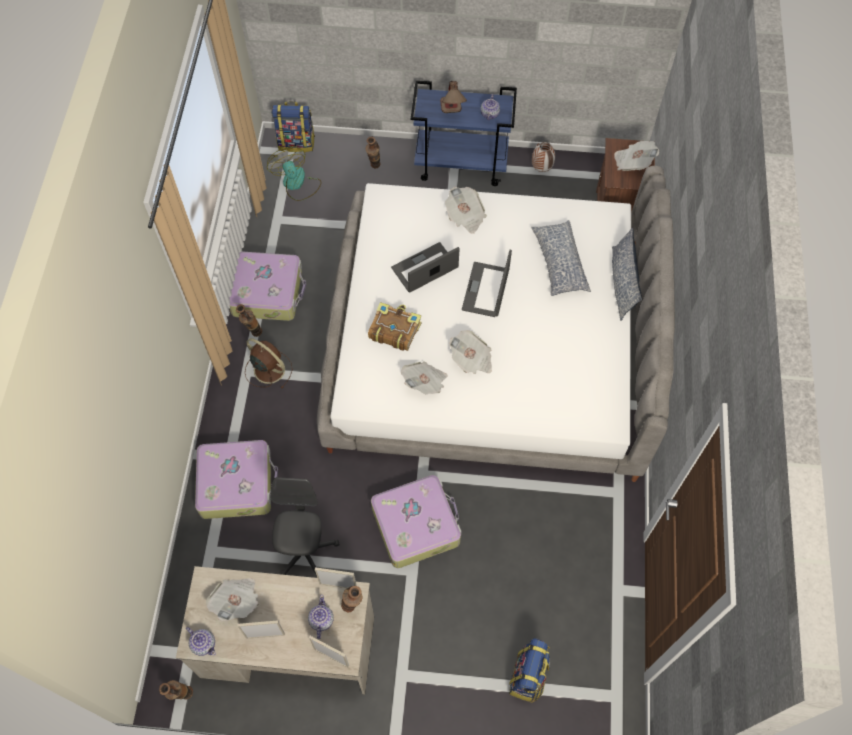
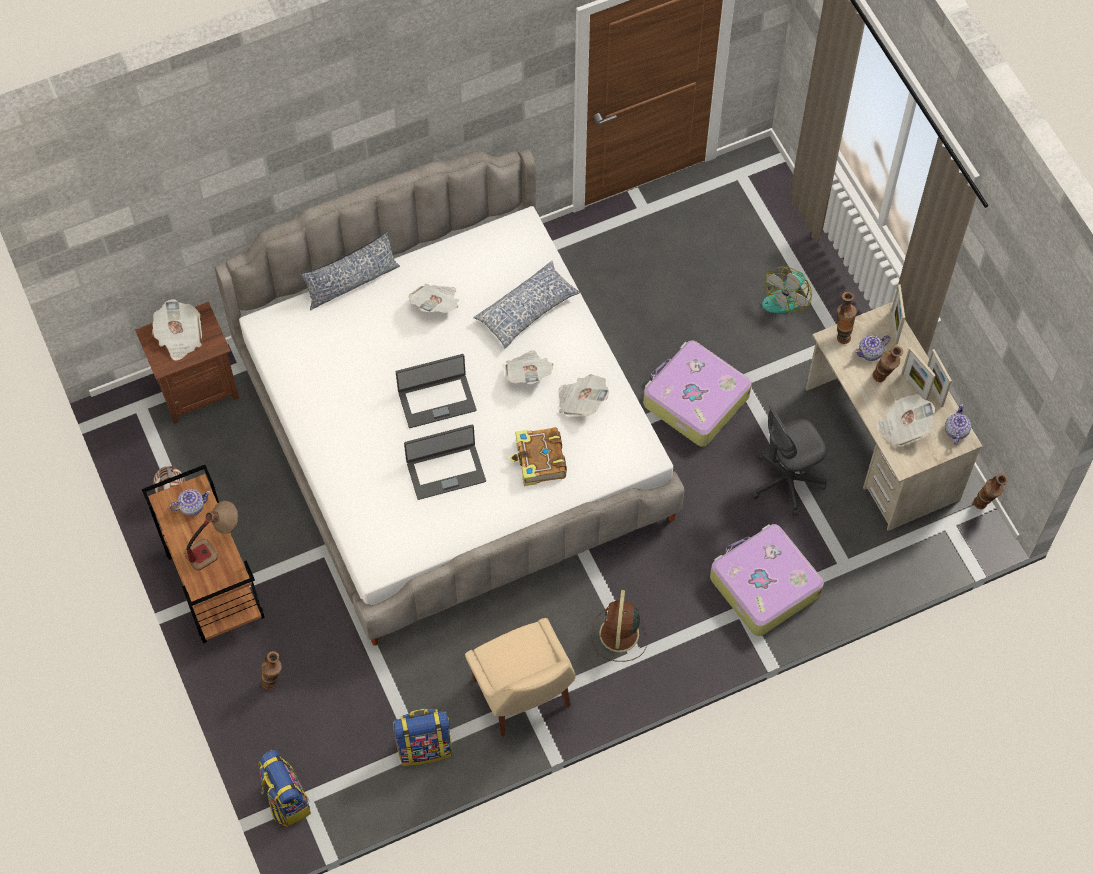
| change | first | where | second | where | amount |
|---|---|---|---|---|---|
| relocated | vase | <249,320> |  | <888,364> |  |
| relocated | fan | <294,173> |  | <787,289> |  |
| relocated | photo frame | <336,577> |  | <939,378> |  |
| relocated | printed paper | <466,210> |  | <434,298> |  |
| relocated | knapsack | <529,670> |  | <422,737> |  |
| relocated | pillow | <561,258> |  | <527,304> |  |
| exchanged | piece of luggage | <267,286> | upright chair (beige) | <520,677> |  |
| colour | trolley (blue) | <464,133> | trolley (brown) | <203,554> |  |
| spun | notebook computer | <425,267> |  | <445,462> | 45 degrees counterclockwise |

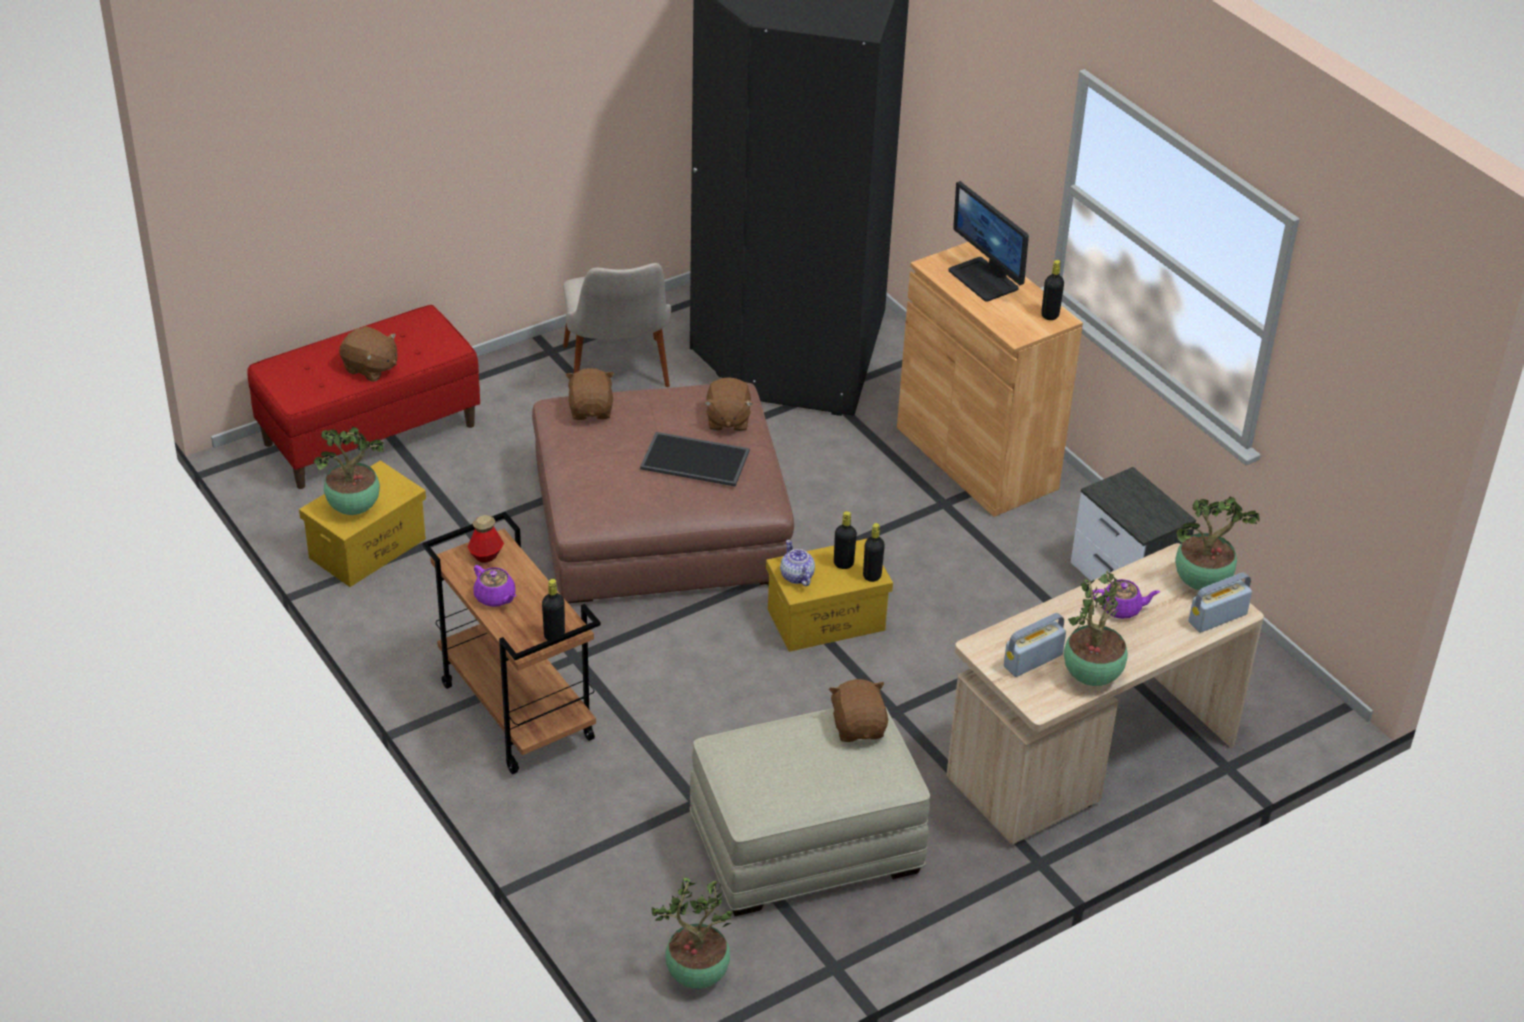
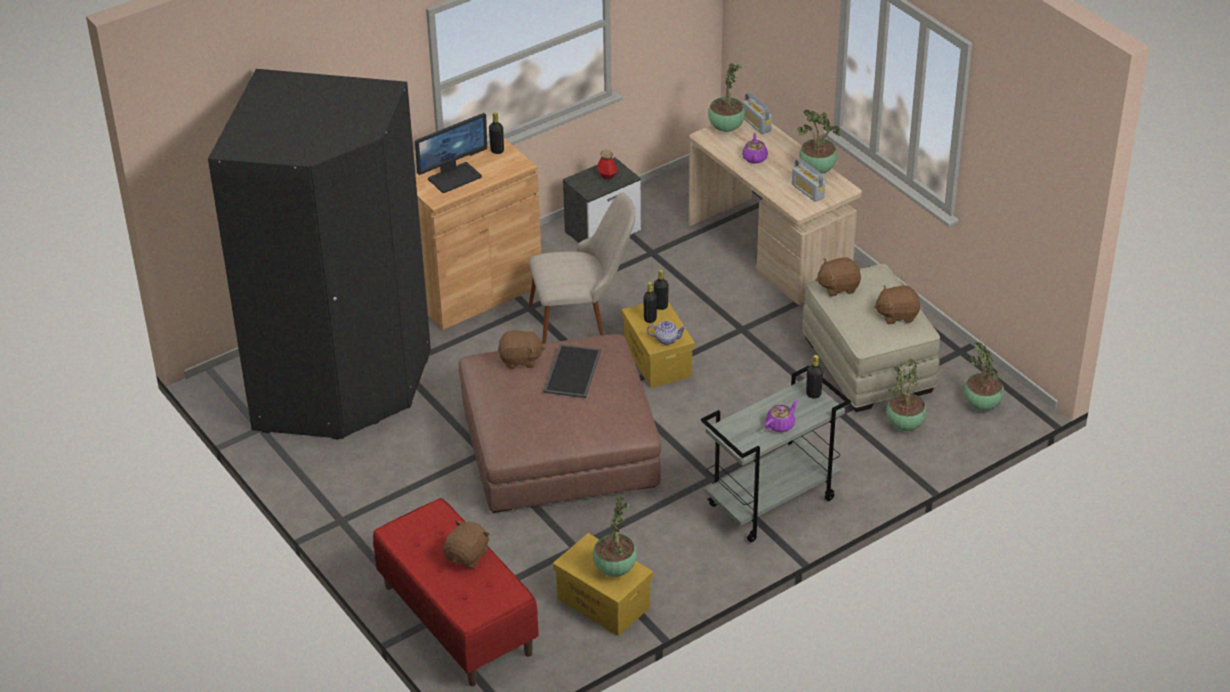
| change | first | where | second | where | amount |
|---|---|---|---|---|---|
| appeared |  |  | houseplant | <906,394> |  |
| relocated | drink bottle | <486,539> |  | <607,165> |  |
| relocated | upright chair (beige) | <617,325> |  | <582,268> |  |
| relocated | plush toy (brown) | <589,394> |  | <897,304> |  |
| colour | trolley (brown) | <511,643> | trolley (grey) | <776,454> |  |
| spun | teapot | <797,563> |  | <666,333> | 150 degrees counterclockwise |

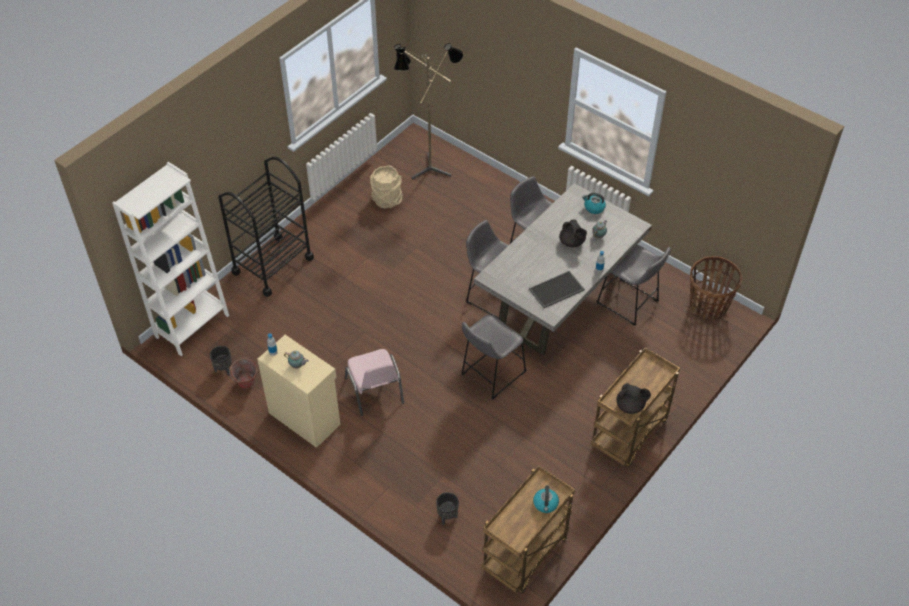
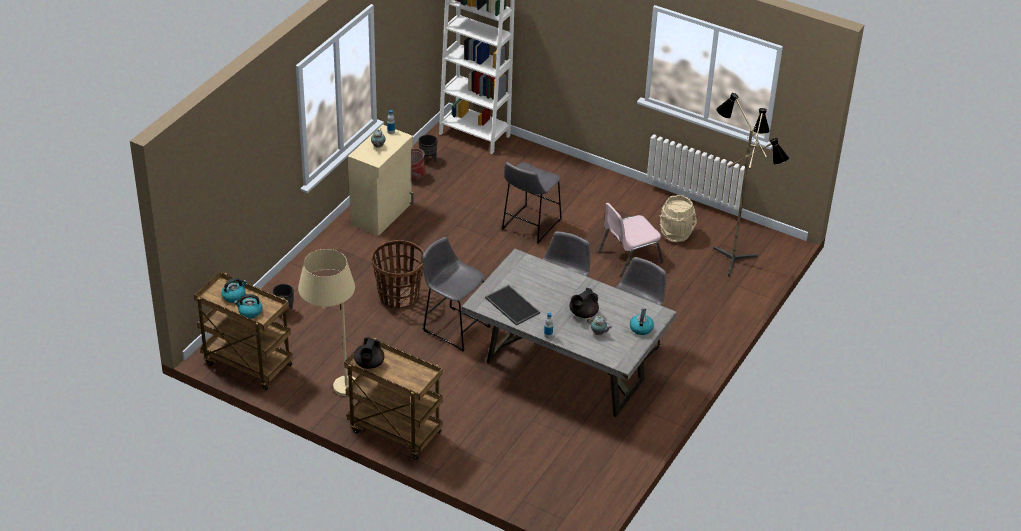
| change | first | where | second | where | amount |
|---|---|---|---|---|---|
| missing | trolley (black) | <266,227> |  |  |  |
| appeared |  |  | water kettle | <234,290> |  |
| appeared |  |  | standing lamp (beige) | <327,322> |  |
| relocated | upright chair (pinkish) | <374,382> |  | <631,239> |  |
| relocated | stool seat (grey) | <634,285> |  | <532,203> |  |
| relocated | household basket | <716,288> |  | <397,274> |  |

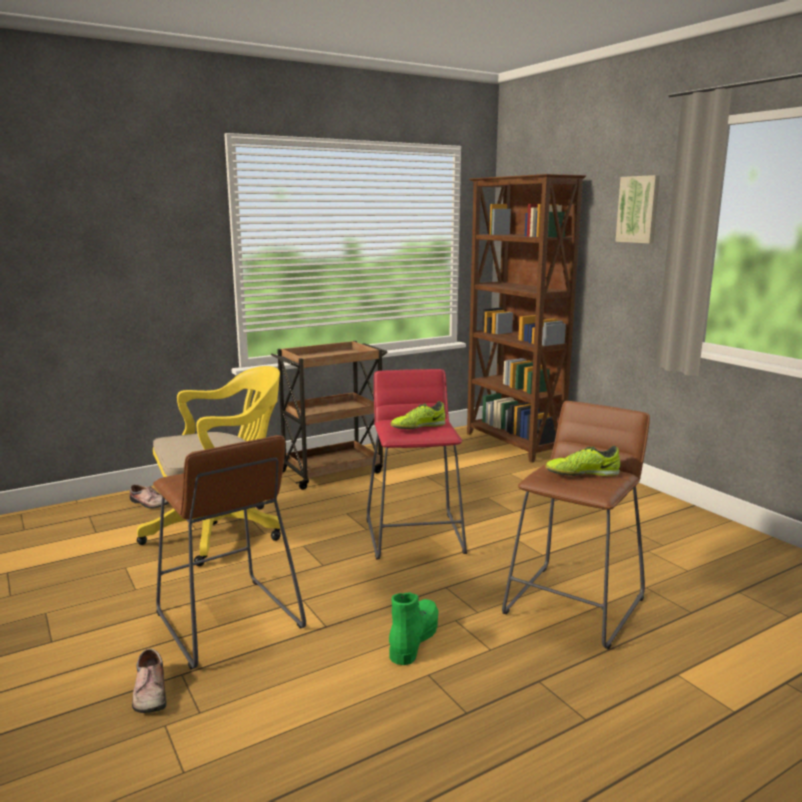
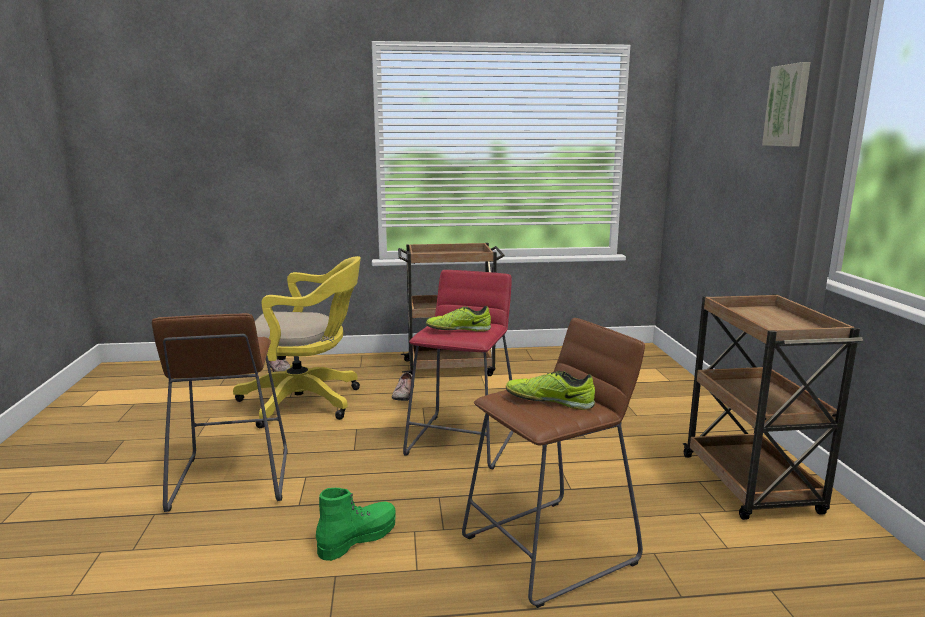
| change | first | where | second | where | amount |
|---|---|---|---|---|---|
| missing | shelving unit (brown) | <526,318> |  |  |  |
| appeared |  |  | trolley (brown) | <773,407> |  |
| relocated | shoe | <149,681> |  | <403,386> |  |

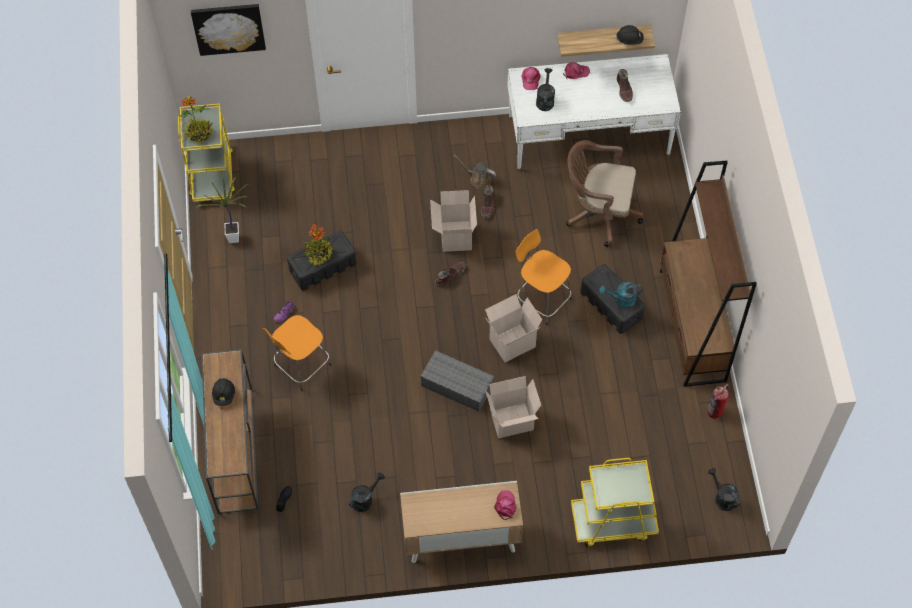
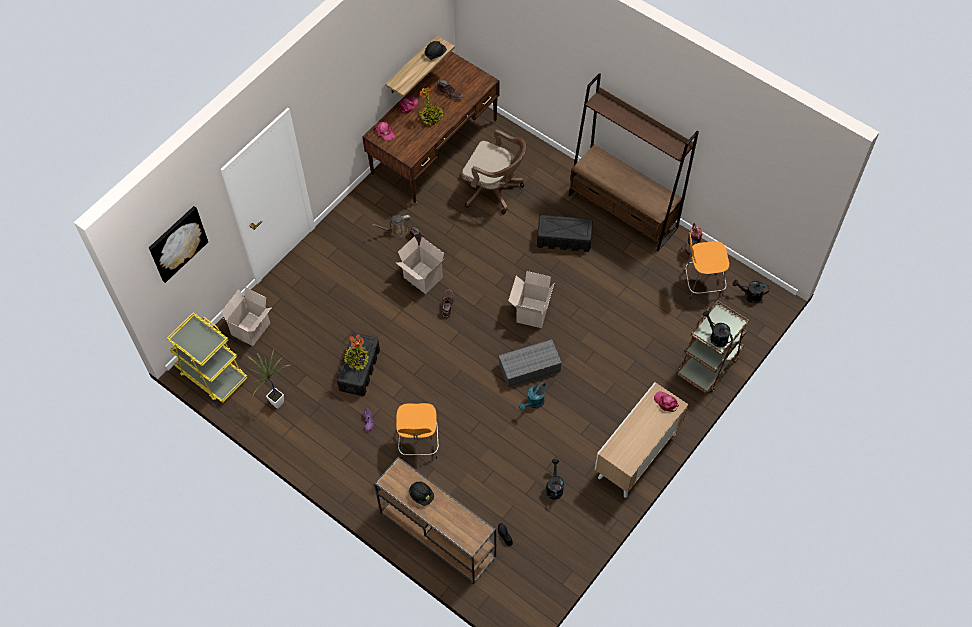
| change | first | where | second | where | amount |
|---|---|---|---|---|---|
| relocated | houseplant | <196,120> |  | <431,106> |  |
| relocated | carton | <513,407> |  | <245,316> |  |
| relocated | stool seat (orange) | <543,277> |  | <706,265> |  |
| relocated | watering pot (black) | <545,89> |  | <718,329> |  |
| relocated | watering pot (turquoise) | <621,295> |  | <532,396> |  |
| colour | desk unit (whitish) | <594,112> | desk unit (brown) | <431,128> |  |
| colour | trolley (yellowish) | <615,502> | trolley (brown) | <712,347> |  |
| spun | computer chair (brown) | <604,193> |  | <493,171> | 120 degrees counterclockwise |

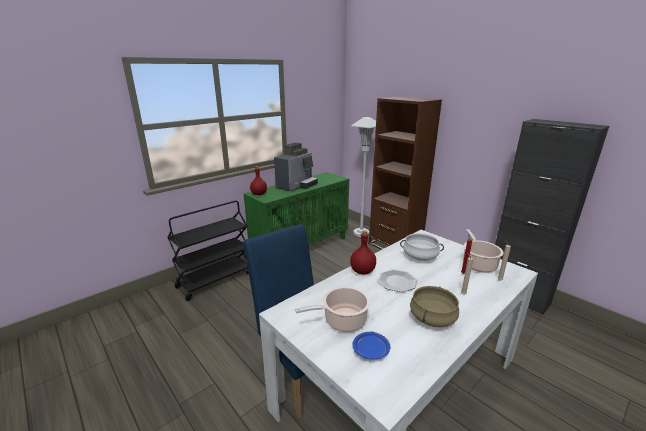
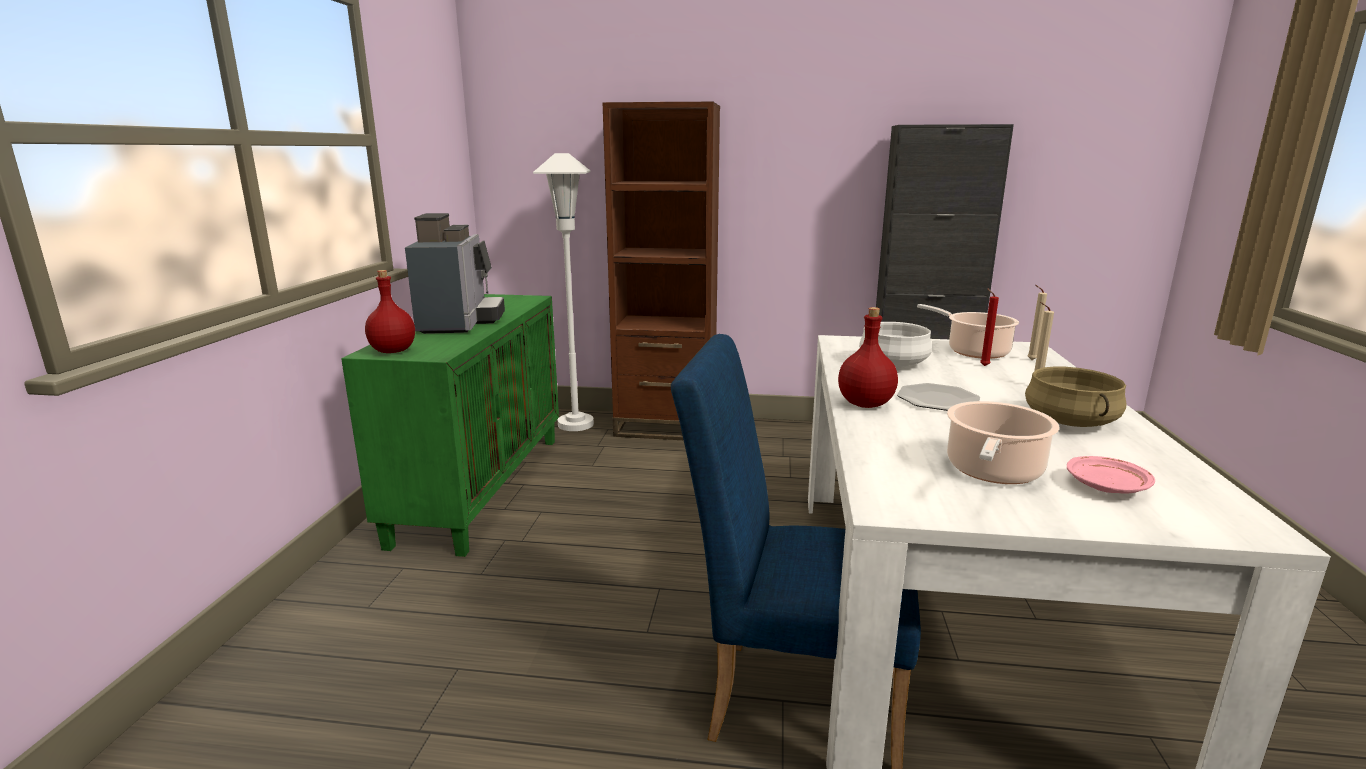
| change | first | where | second | where | amount |
|---|---|---|---|---|---|
| missing | trolley (black) | <208,250> |  |  |  |
| colour | dinner plate (blue) | <371,345> | dinner plate (pinkish) | <1111,475> |  |

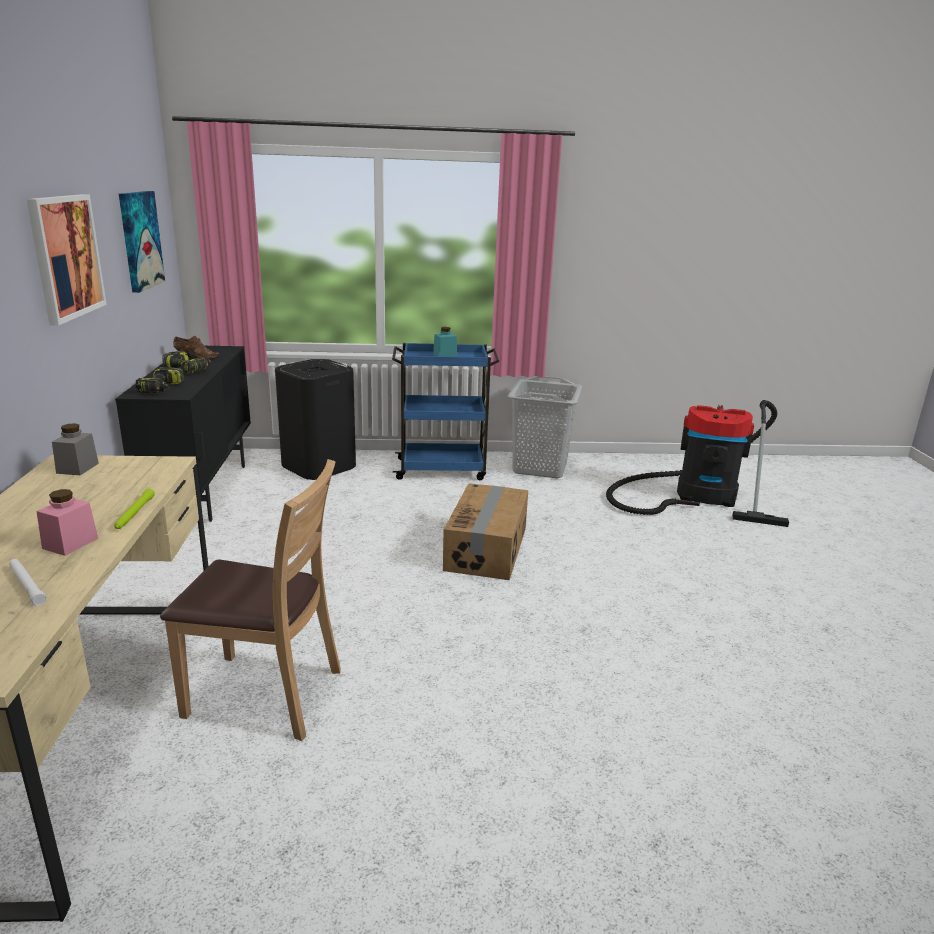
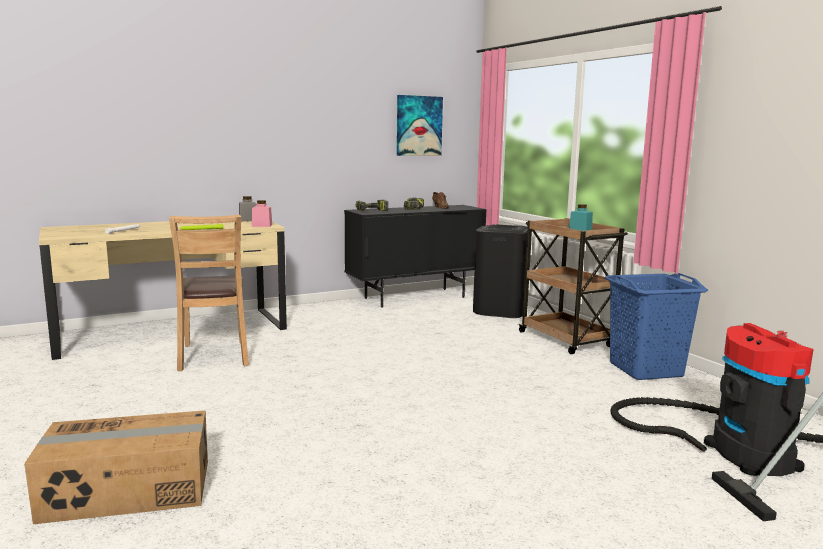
| change | first | where | second | where | amount |
|---|---|---|---|---|---|
| missing | wall picture | <66,259> |  |  |  |
| relocated | jar (pinkish) | <67,522> |  | <262,213> |  |
| relocated | carton | <485,531> |  | <116,467> |  |
| colour | trolley (blue) | <445,411> | trolley (brown) | <573,286> |  |
| colour | hamper (grey) | <545,427> | hamper (blue) | <657,326> |  |

